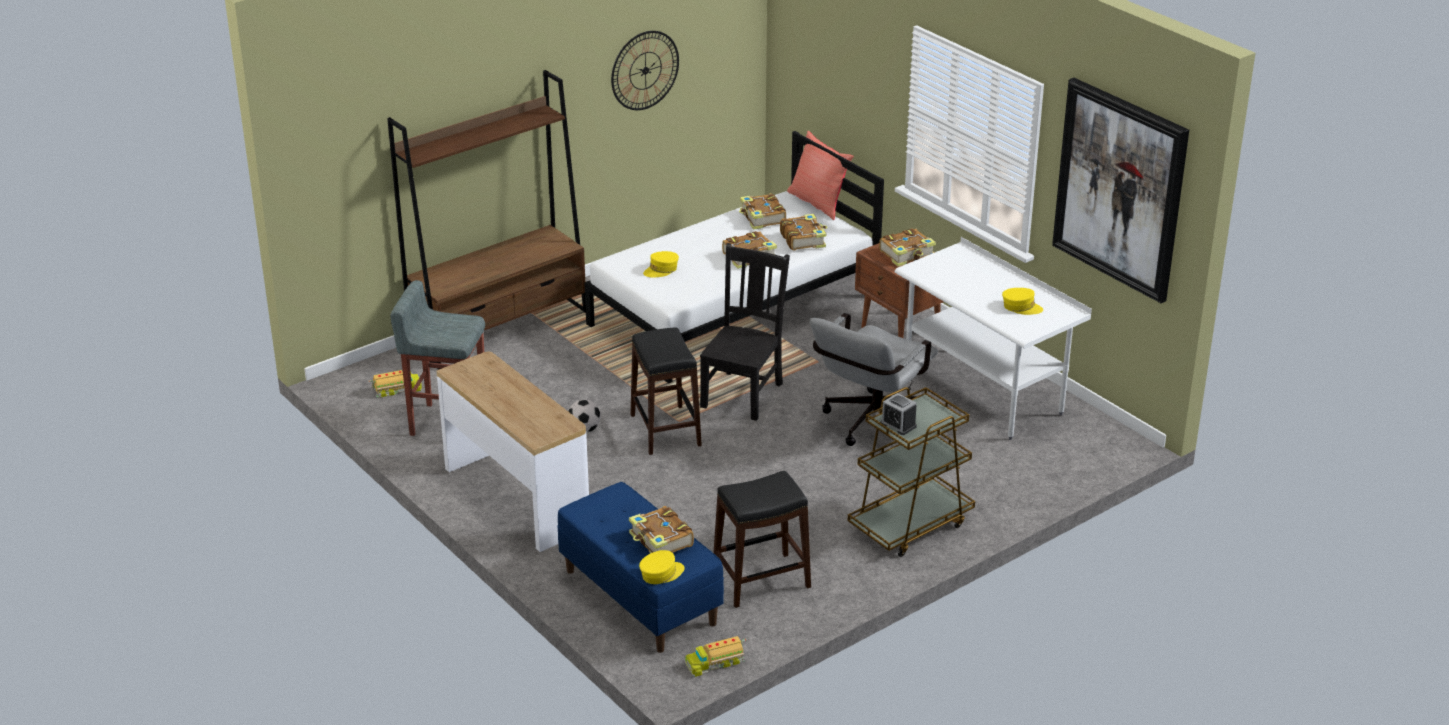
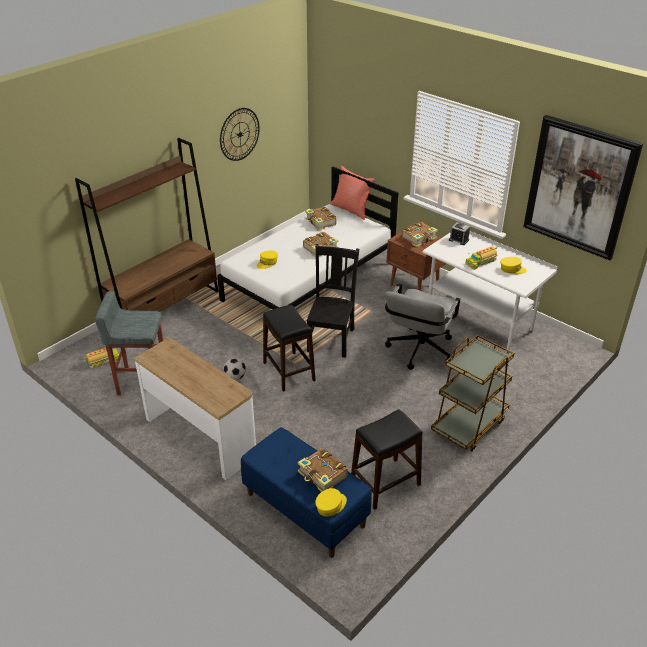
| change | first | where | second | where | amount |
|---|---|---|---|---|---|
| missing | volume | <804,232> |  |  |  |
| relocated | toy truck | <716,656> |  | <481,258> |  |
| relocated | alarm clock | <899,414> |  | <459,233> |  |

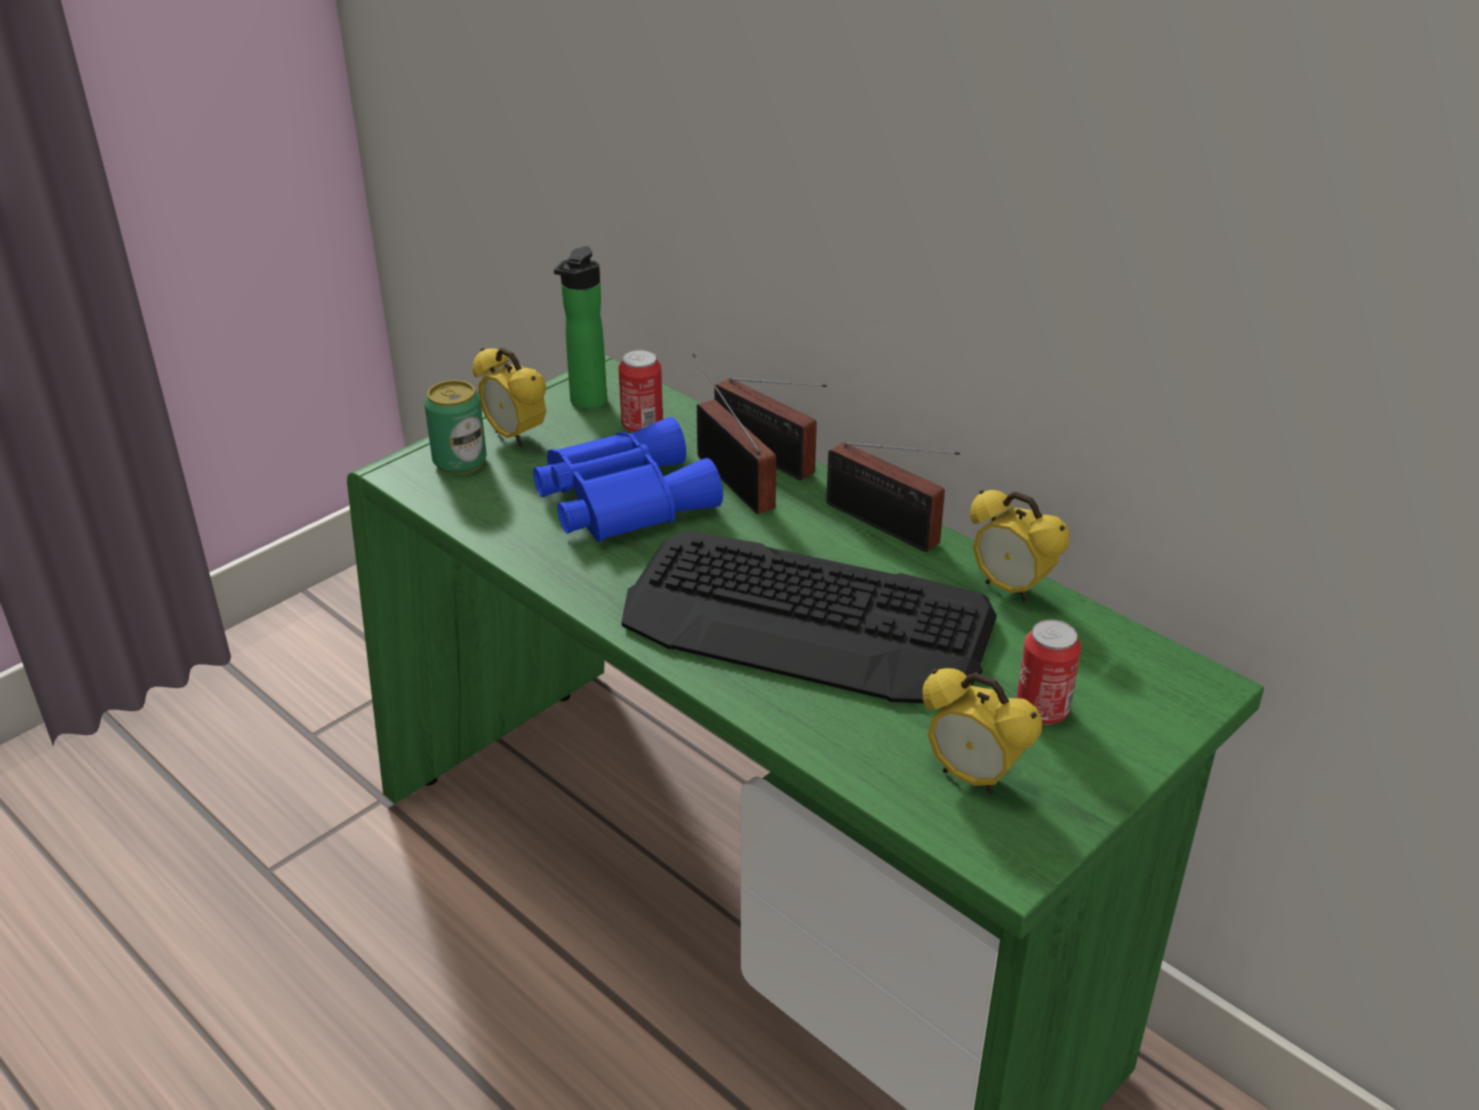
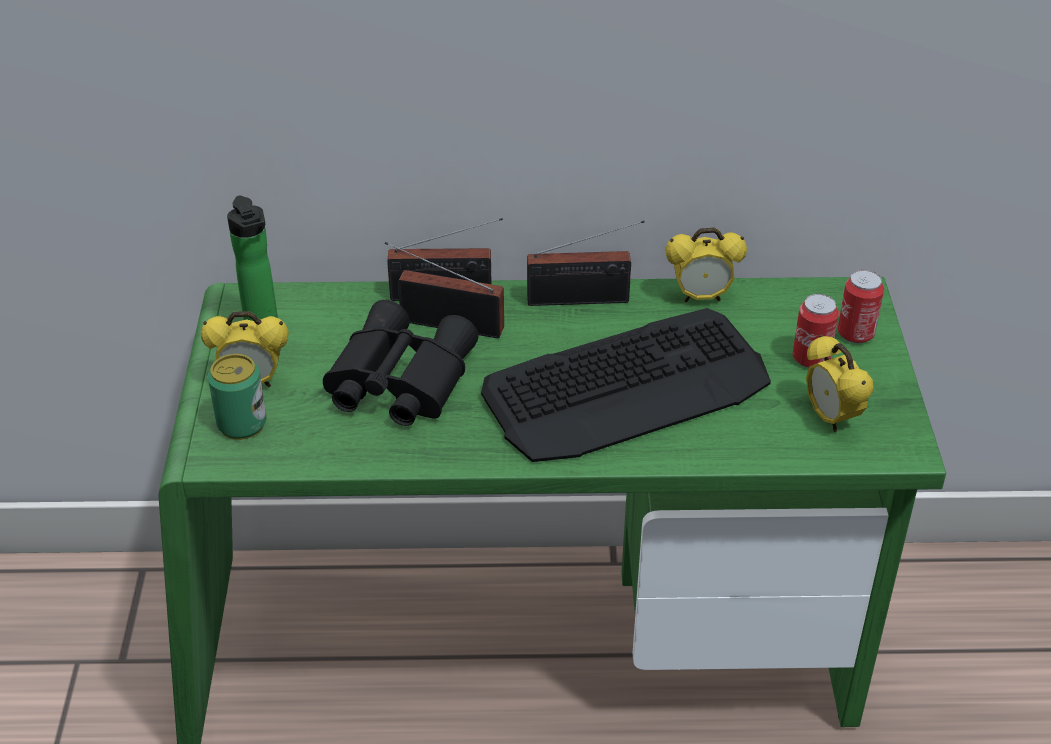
| change | first | where | second | where | amount |
|---|---|---|---|---|---|
| relocated | can | <641,391> |  | <861,306> |  |
| colour | binoculars (blue) | <628,479> | binoculars (black) | <400,363> |  |
| spun | alarm clock | <982,731> |  | <839,383> | 75 degrees clockwise |

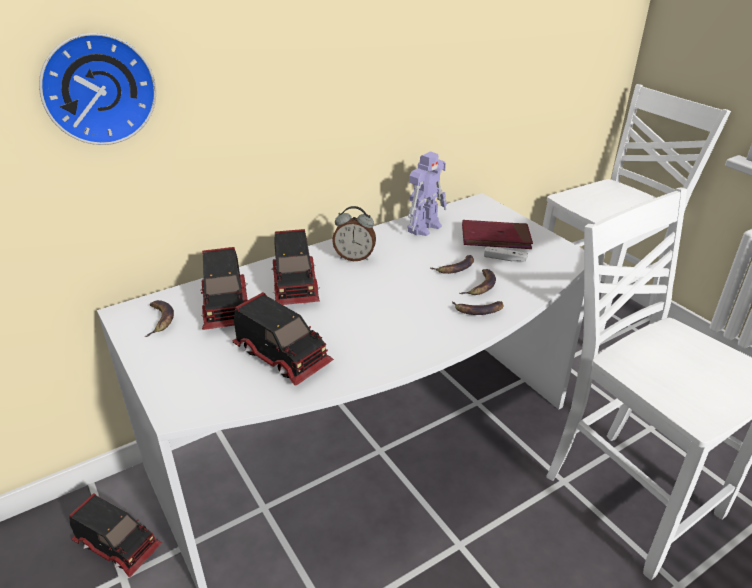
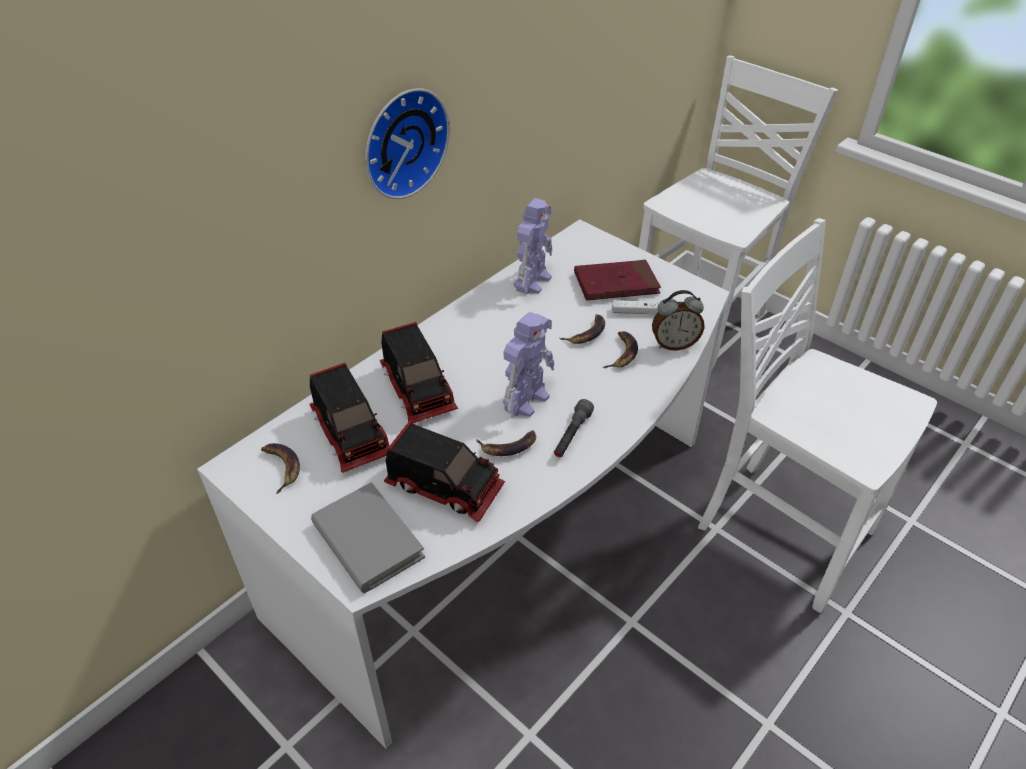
| change | first | where | second | where | amount |
|---|---|---|---|---|---|
| missing | toy truck | <115,535> |  |  |  |
| appeared |  |  | volume (grey) | <368,537> |  |
| appeared |  |  | toy robot | <528,365> |  |
| appeared |  |  | torch (grey) | <574,428> |  |
| relocated | clock on the wall | <97,89> |  | <407,143> |  |
| relocated | alarm clock | <354,233> |  | <678,320> |  |
| relocated | whole banana | <477,308> |  | <506,443> |  |

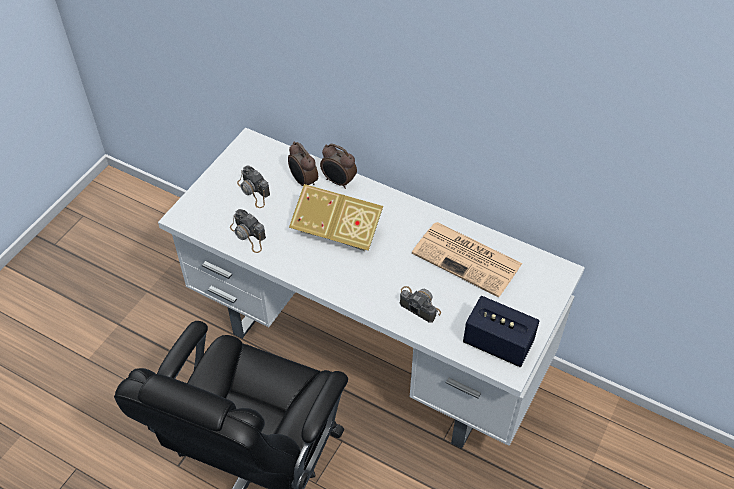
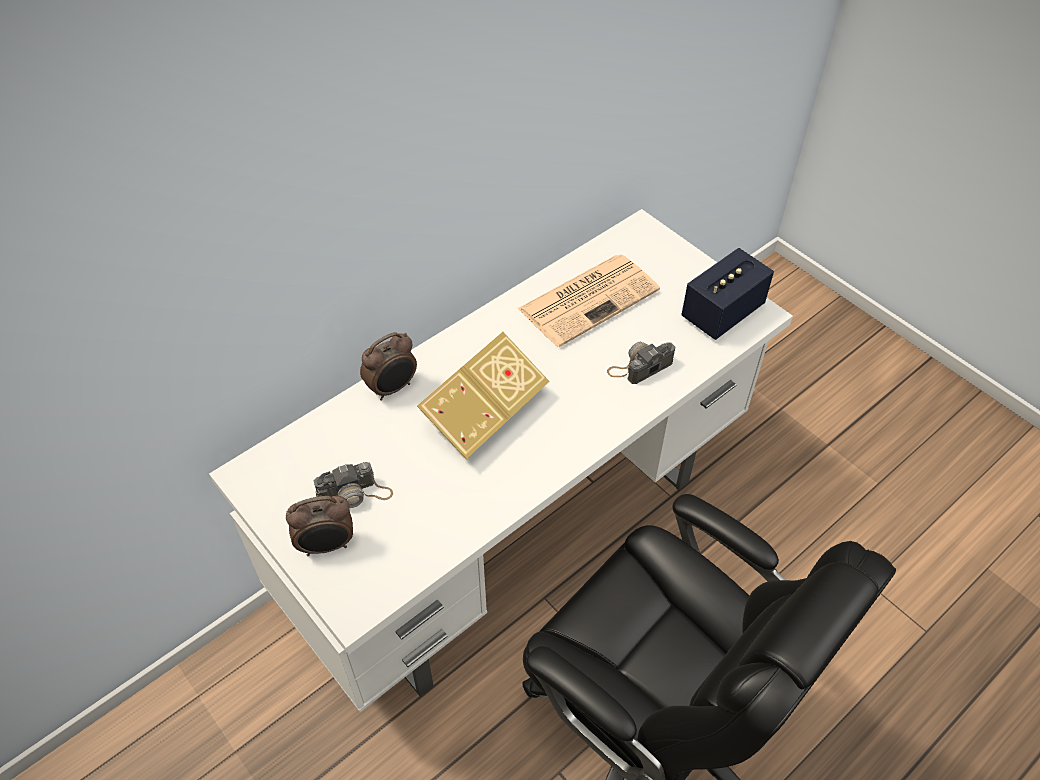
| change | first | where | second | where | amount |
|---|---|---|---|---|---|
| missing | photo camera | <248,231> |  |  |  |
| relocated | alarm clock | <303,164> |  | <319,525> |  |

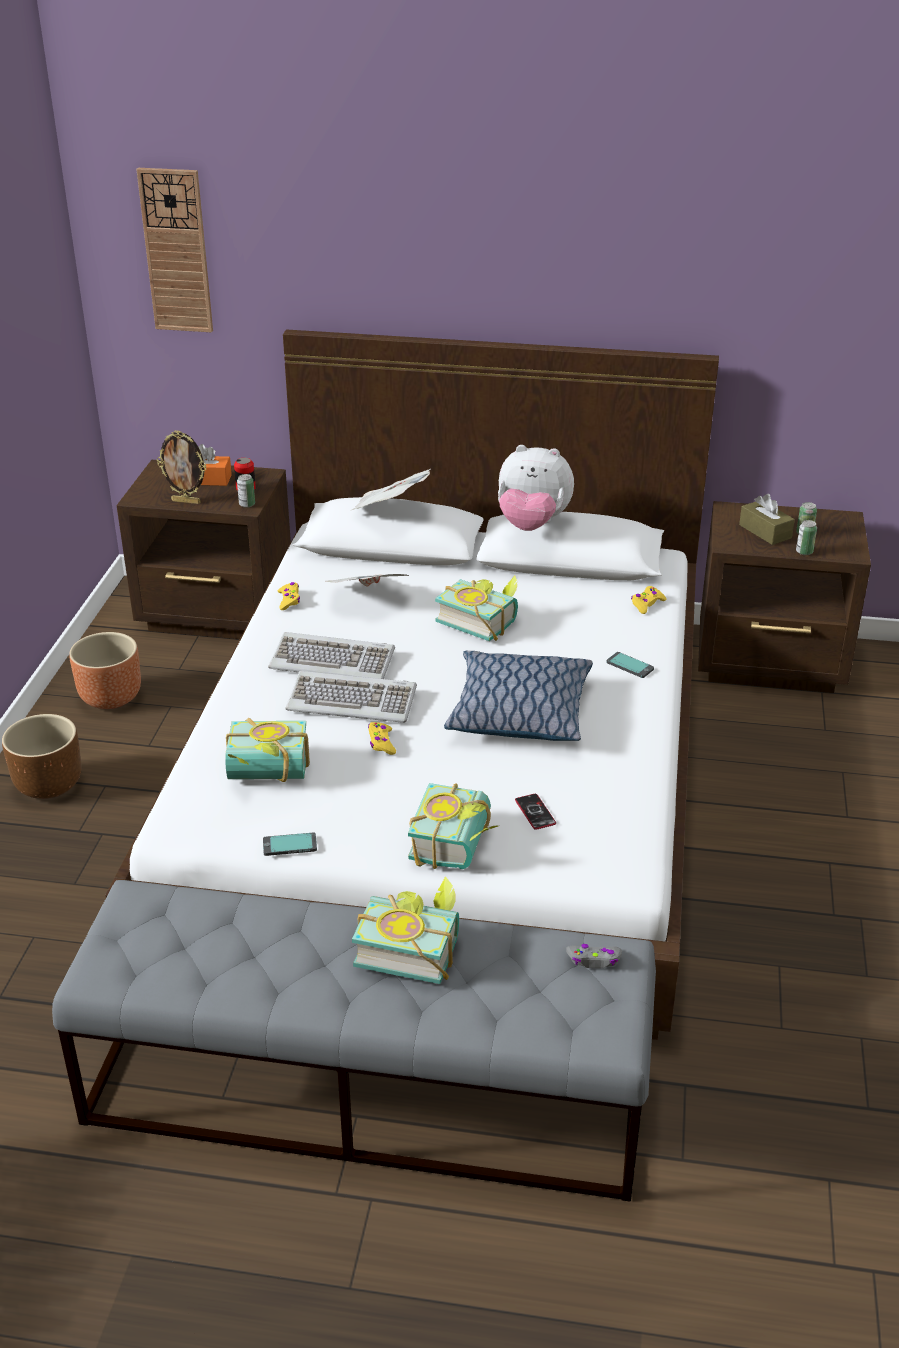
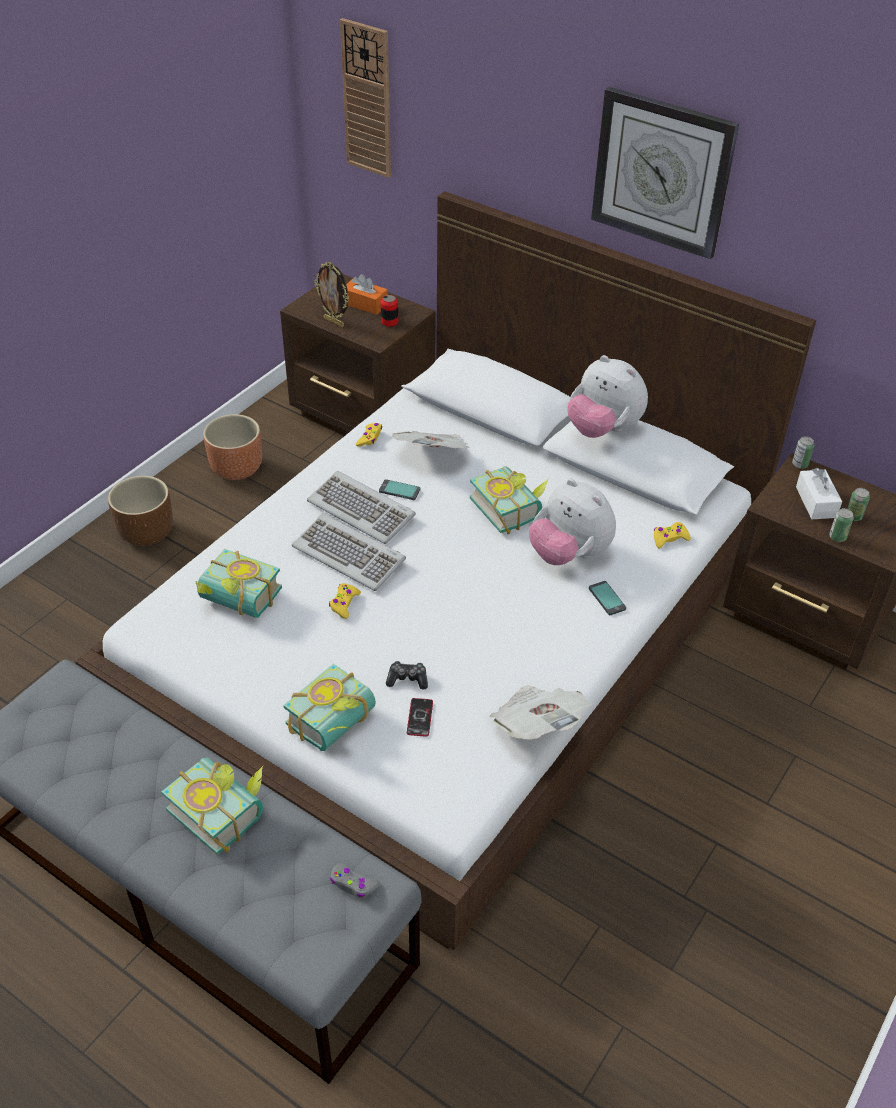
| change | first | where | second | where | amount |
|---|---|---|---|---|---|
| missing | pillow | <518,696> |  |  |  |
| appeared |  |  | game controller | <407,675> |  |
| appeared |  |  | plush toy | <572,522> |  |
| appeared |  |  | clock on the wall | <665,173> |  |
| relocated | can | <246,491> |  | <803,452> |  |
| relocated | telephone | <290,844> |  | <400,489> |  |
| relocated | printed paper | <391,489> |  | <540,712> |  |
| colour | tissue holder (brown) | <767,519> | tissue holder (whitish) | <819,493> |  |

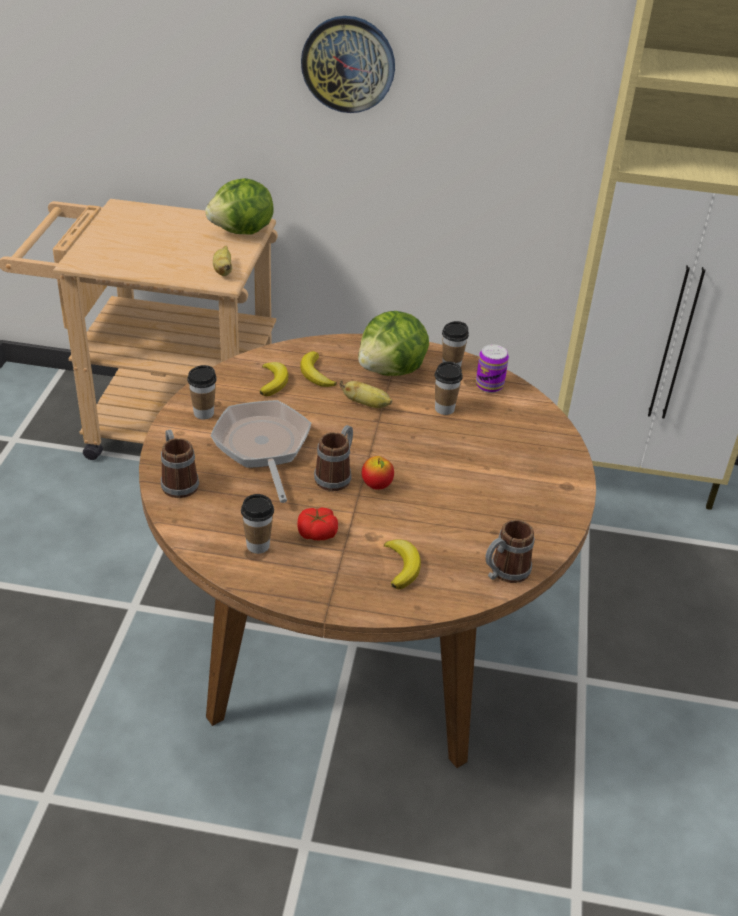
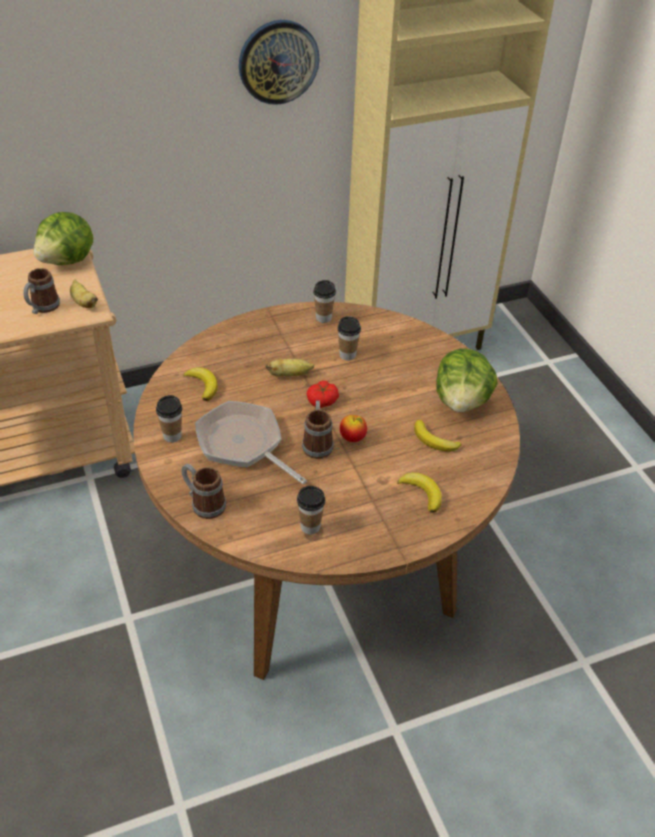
| change | first | where | second | where | amount |
|---|---|---|---|---|---|
| missing | can | <492,369> |  |  |  |
| relocated | tomato | <317,523> |  | <323,394> |  |
| relocated | whole banana | <318,369> |  | <438,436> |  |
| relocated | clock on the wall | <348,64> |  | <279,62> |  |
| relocated | lettuce head | <393,343> |  | <467,380> |  |
| relocated | coffee mug | <510,551> |  | <41,291> |  |

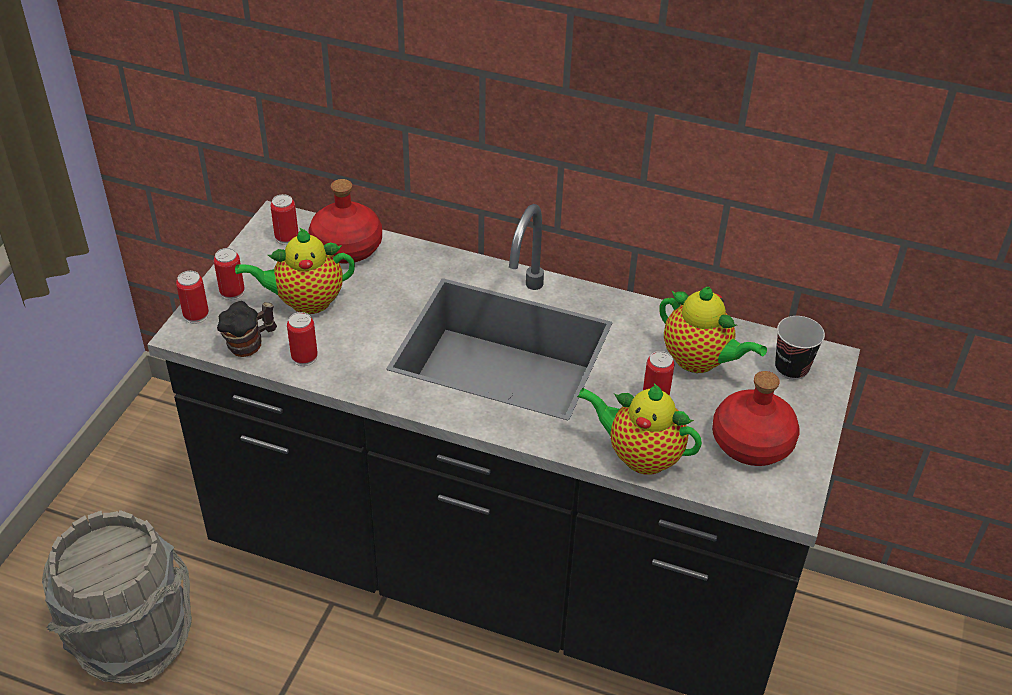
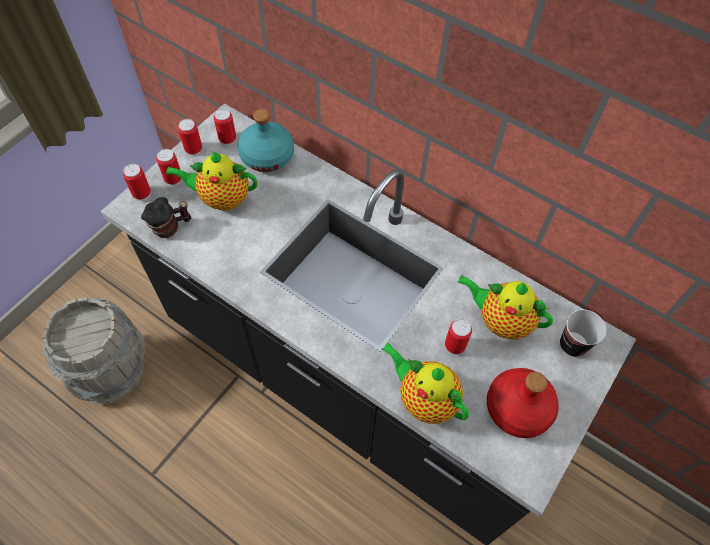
| change | first | where | second | where | amount |
|---|---|---|---|---|---|
| relocated | can | <302,339> |  | <190,137> |  |
| colour | drink bottle (red-coloured) | <345,221> | drink bottle (turquoise) | <266,140> |  |
| spun | teapot | <713,330> |  | <505,307> | 150 degrees clockwise |

